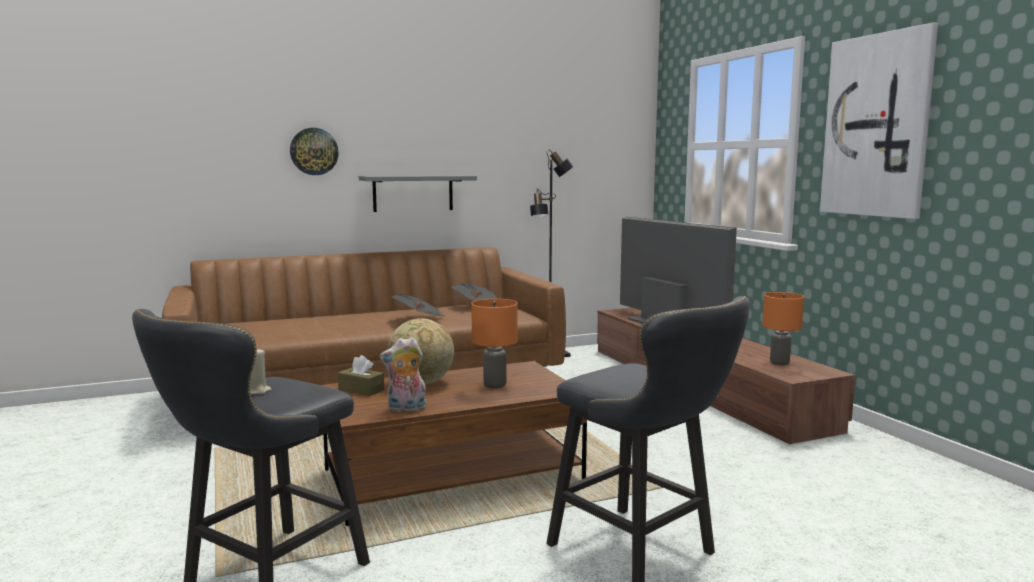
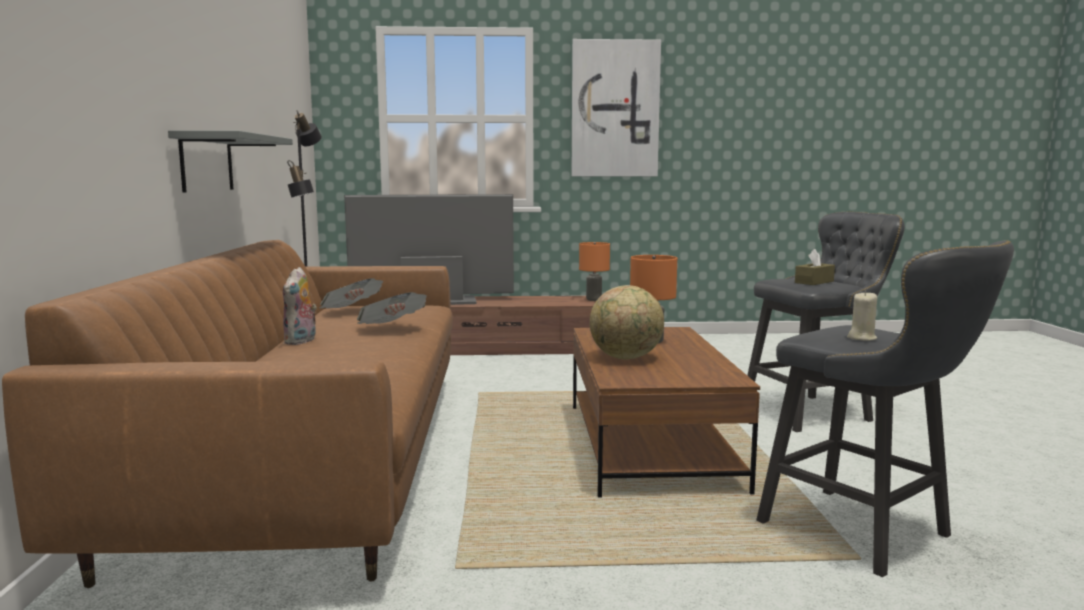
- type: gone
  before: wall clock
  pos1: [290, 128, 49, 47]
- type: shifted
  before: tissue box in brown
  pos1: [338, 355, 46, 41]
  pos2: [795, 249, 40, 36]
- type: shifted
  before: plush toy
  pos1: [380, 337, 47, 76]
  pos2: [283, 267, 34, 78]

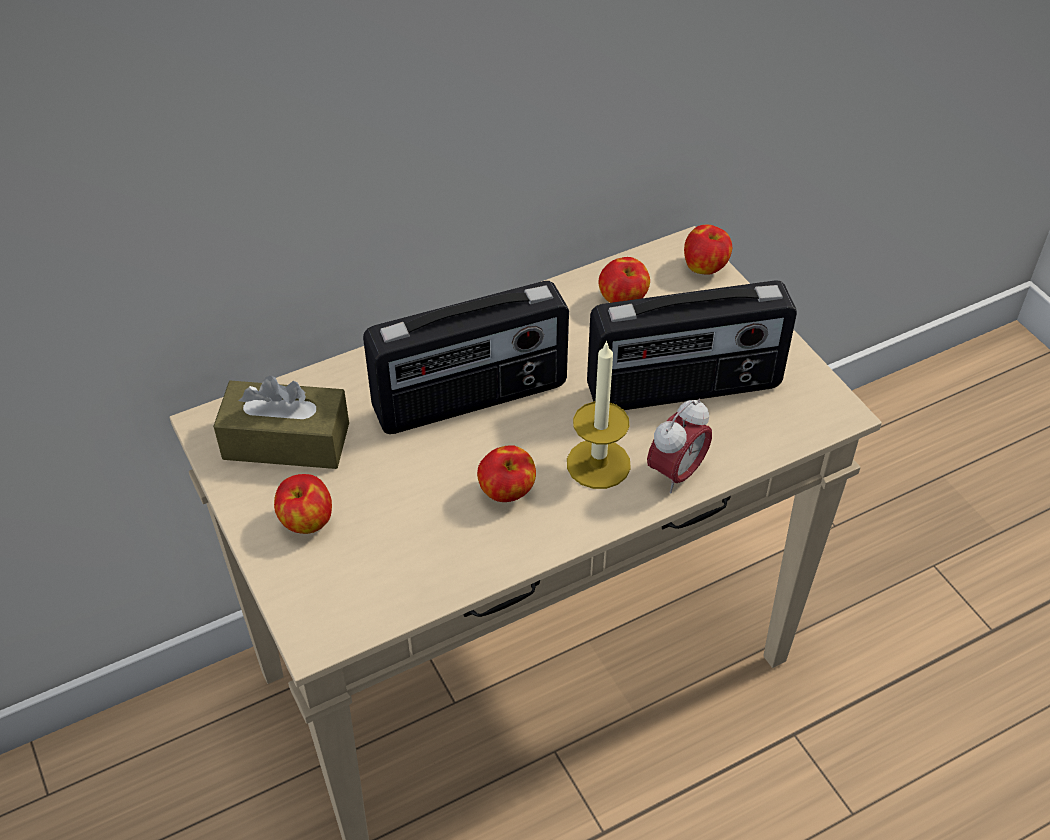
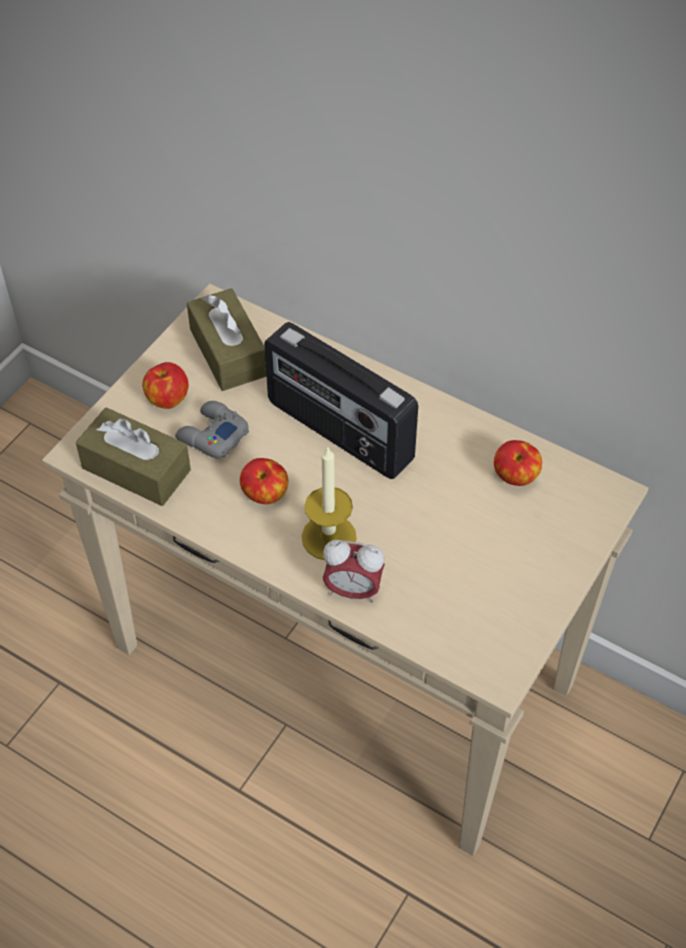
- type: gone
  before: radio
  pos1: [587, 280, 210, 130]
- type: gone
  before: apple
  pos1: [684, 225, 48, 50]
- type: new
  after: tissue box in brown
  pos2: [76, 407, 115, 99]
- type: new
  after: game controller in grey
  pos2: [175, 401, 74, 57]

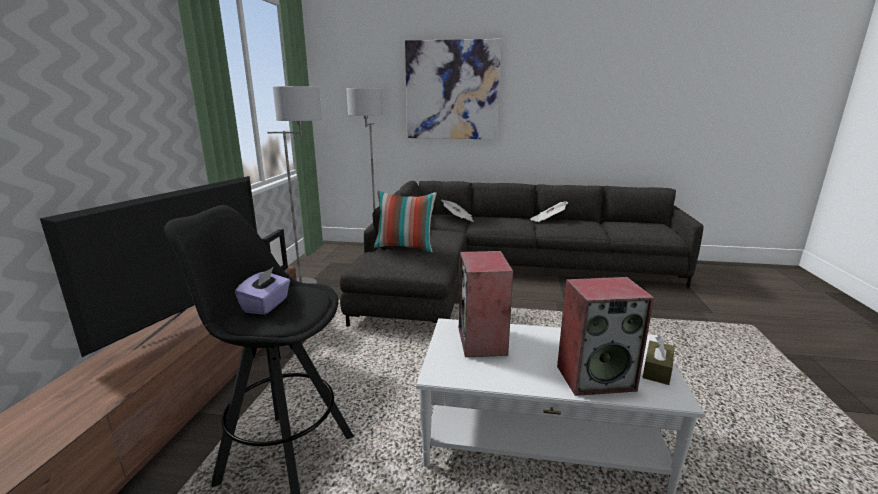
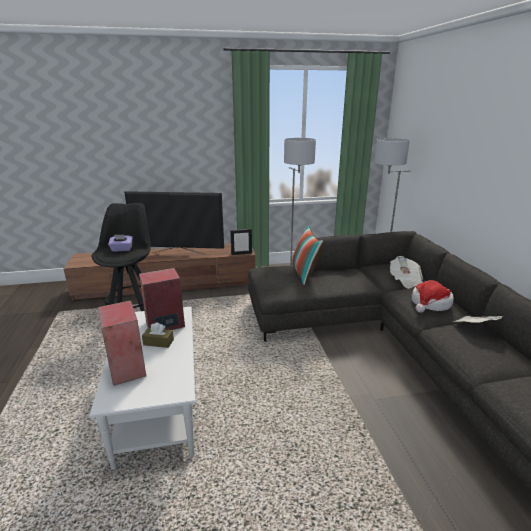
- type: gone
  before: picture
  pos1: [405, 39, 96, 101]
- type: new
  after: hat
  pos2: [412, 280, 42, 33]
- type: shifted
  before: tissue box in brown
  pos1: [642, 336, 32, 49]
  pos2: [142, 323, 32, 25]

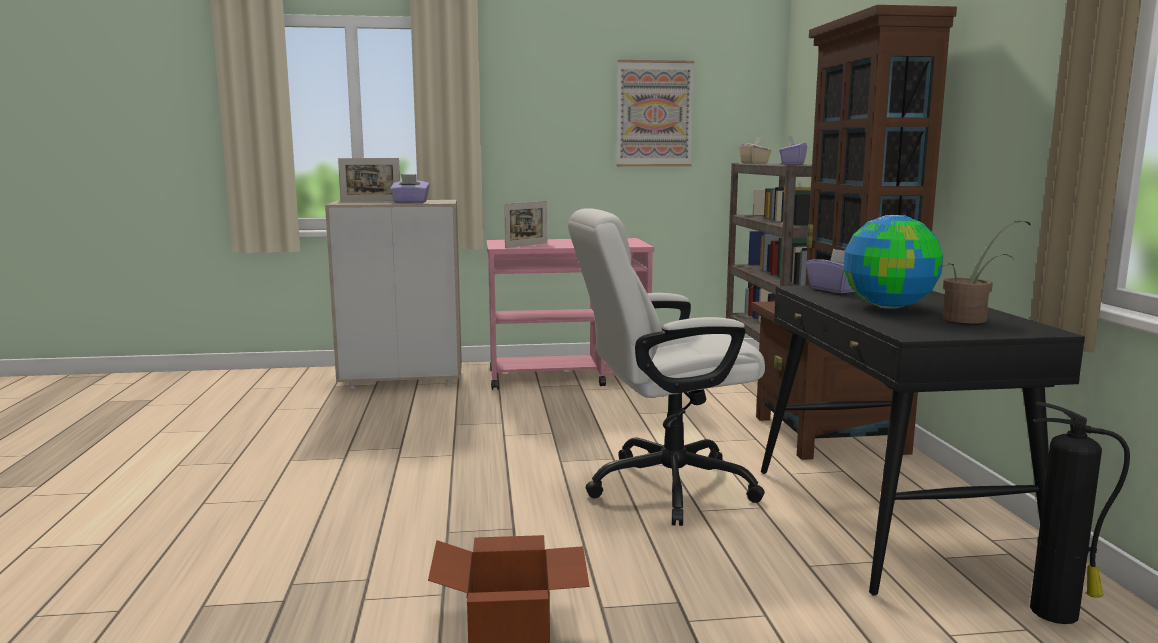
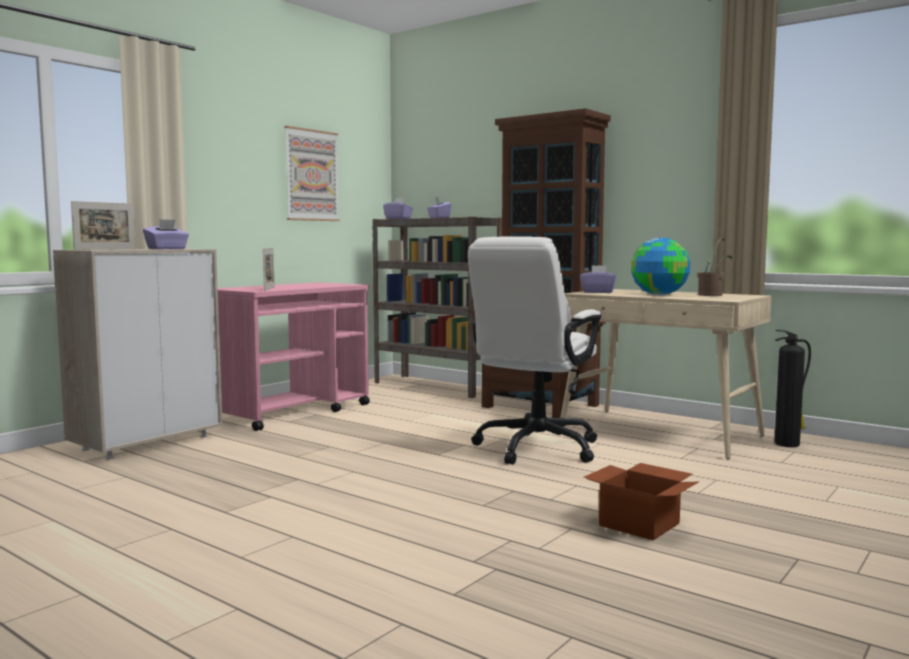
- type: repainted
  before: tissue box in beige
  after: tissue box in purple
  pos1: [739, 137, 33, 27]
  pos2: [383, 198, 30, 21]
- type: repainted
  before: desk in black
  after: desk in beige
  pos1: [761, 286, 324, 310]
  pos2: [560, 289, 212, 171]

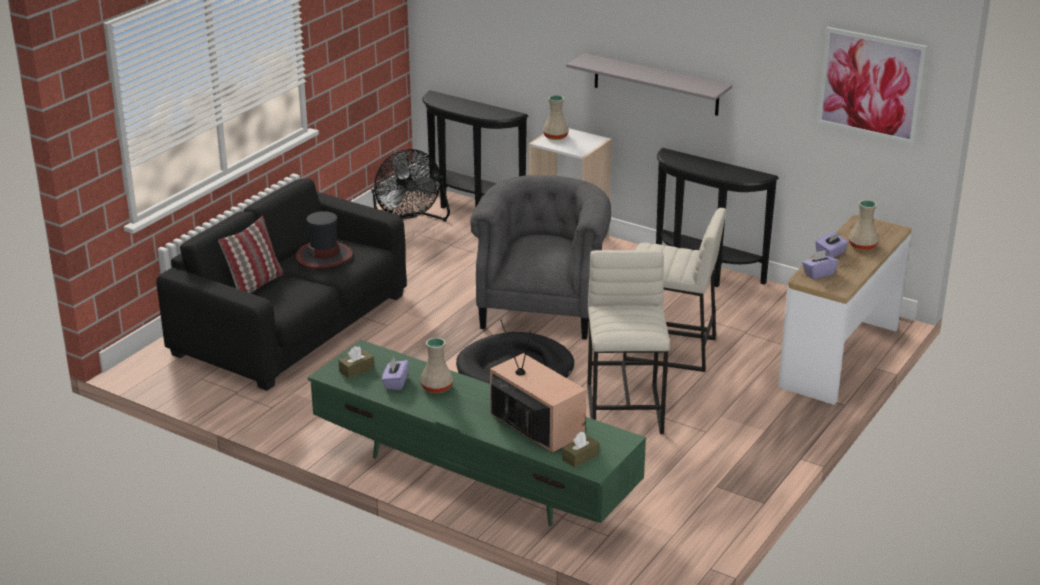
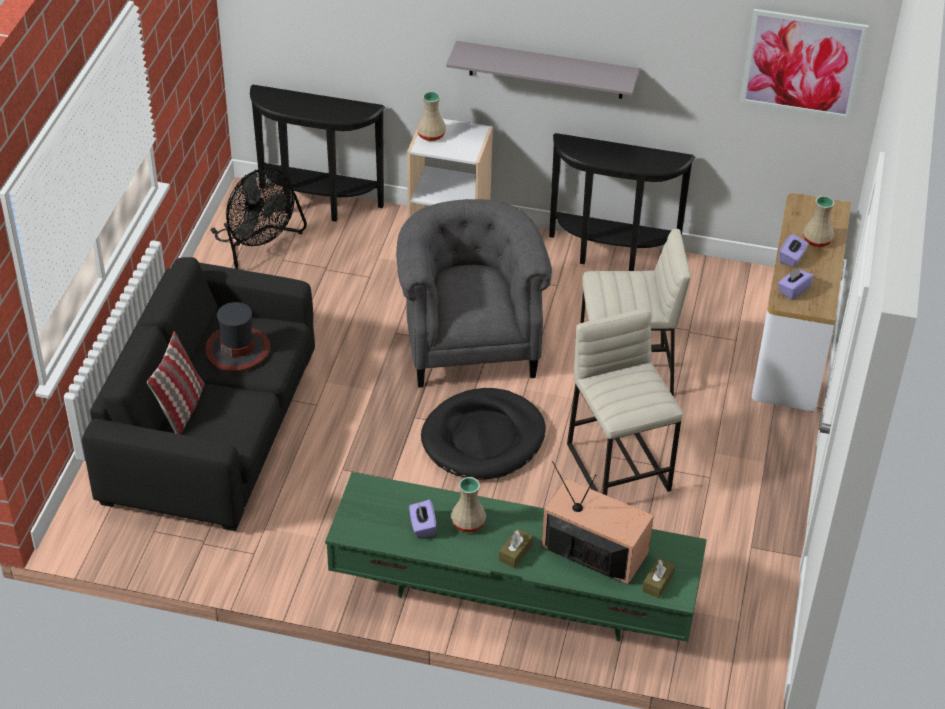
- type: shifted
  before: tissue box in brown
  pos1: [339, 346, 35, 33]
  pos2: [499, 529, 34, 39]

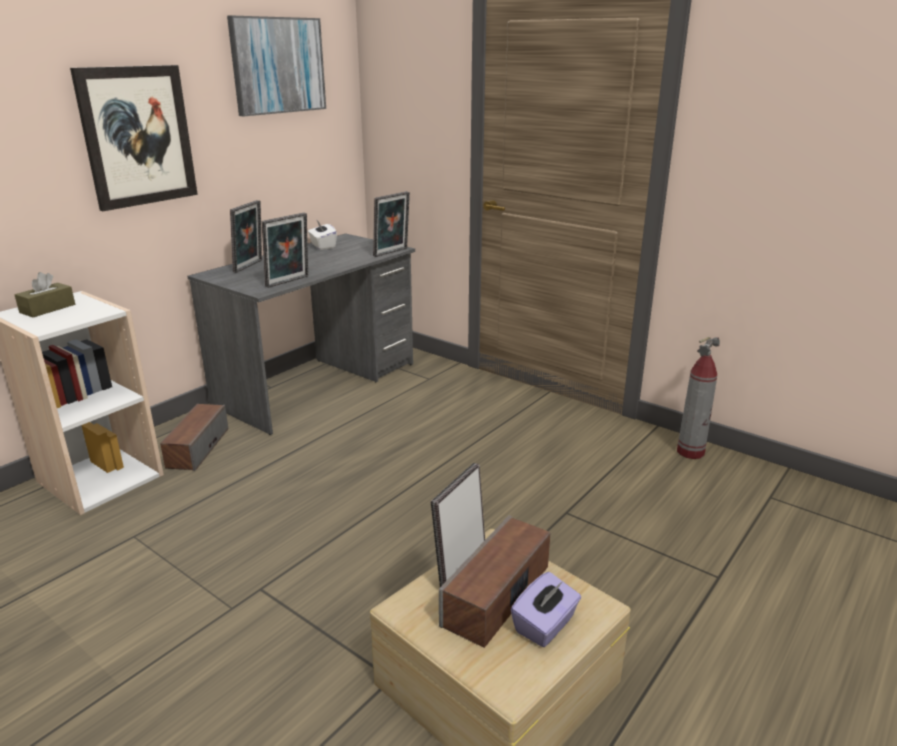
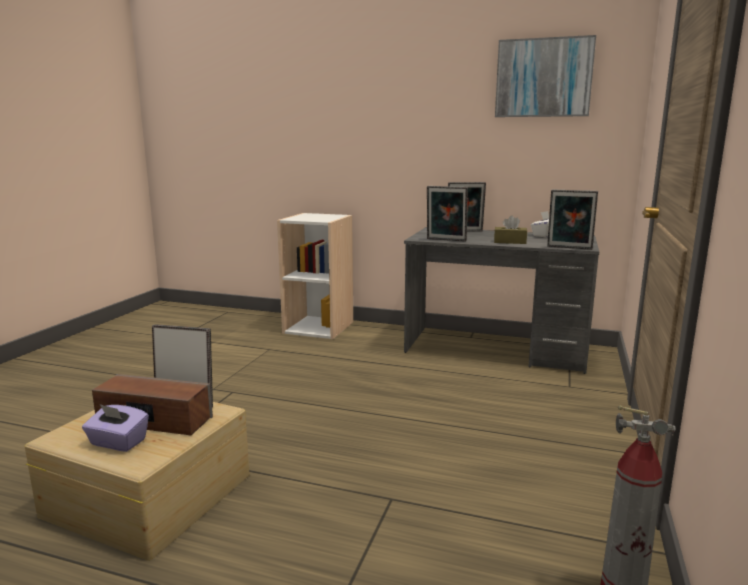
- type: gone
  before: picture
  pos1: [70, 65, 128, 146]
- type: gone
  before: speaker
  pos1: [160, 404, 68, 67]
- type: shifted
  before: tissue box in brown
  pos1: [15, 272, 60, 45]
  pos2: [494, 215, 33, 29]

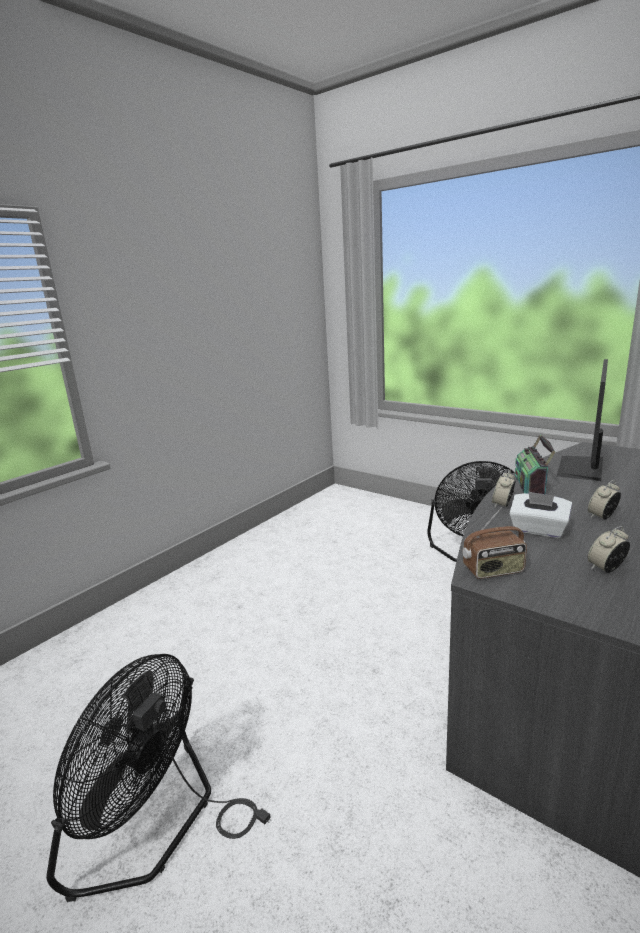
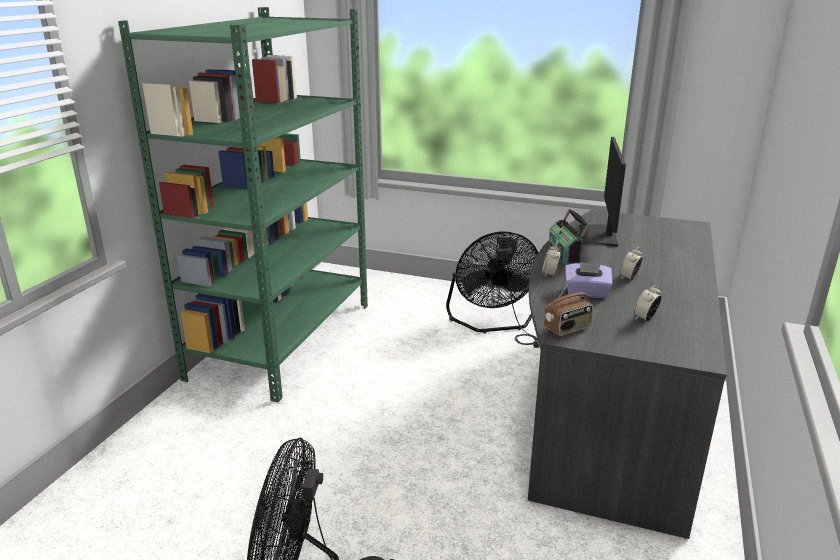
- type: new
  after: bookcase in green
  pos2: [118, 7, 250, 395]
- type: repainted
  before: tissue box in white
  after: tissue box in purple
  pos1: [509, 491, 63, 47]
  pos2: [565, 262, 48, 36]

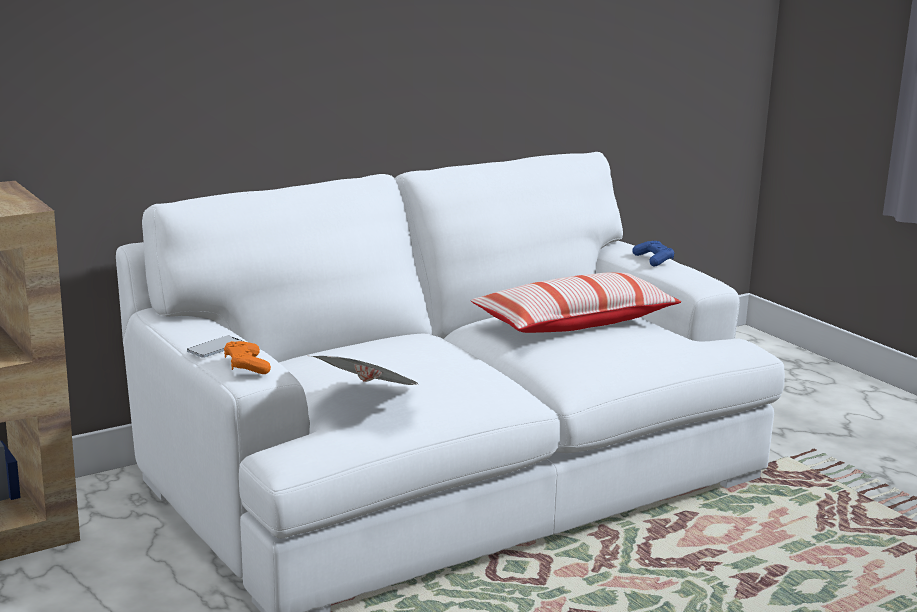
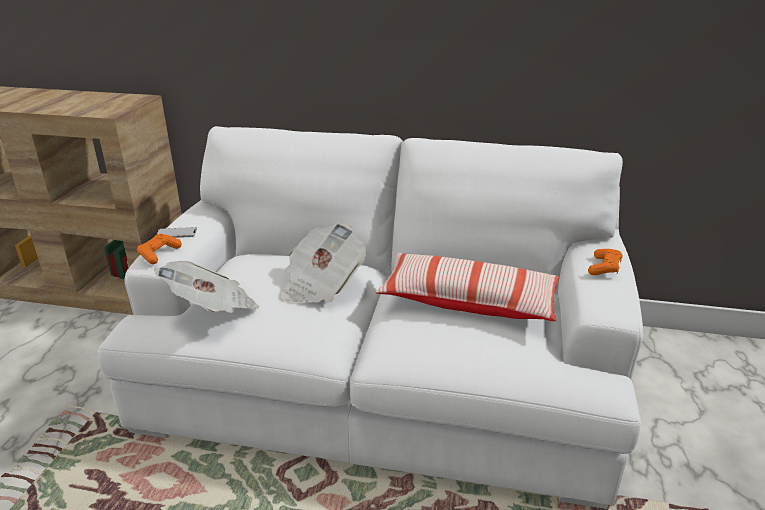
- type: new
  after: newspaper
  pos2: [282, 223, 84, 80]
- type: repainted
  before: game controller in blue
  after: game controller in orange
  pos1: [632, 241, 43, 25]
  pos2: [588, 249, 35, 26]

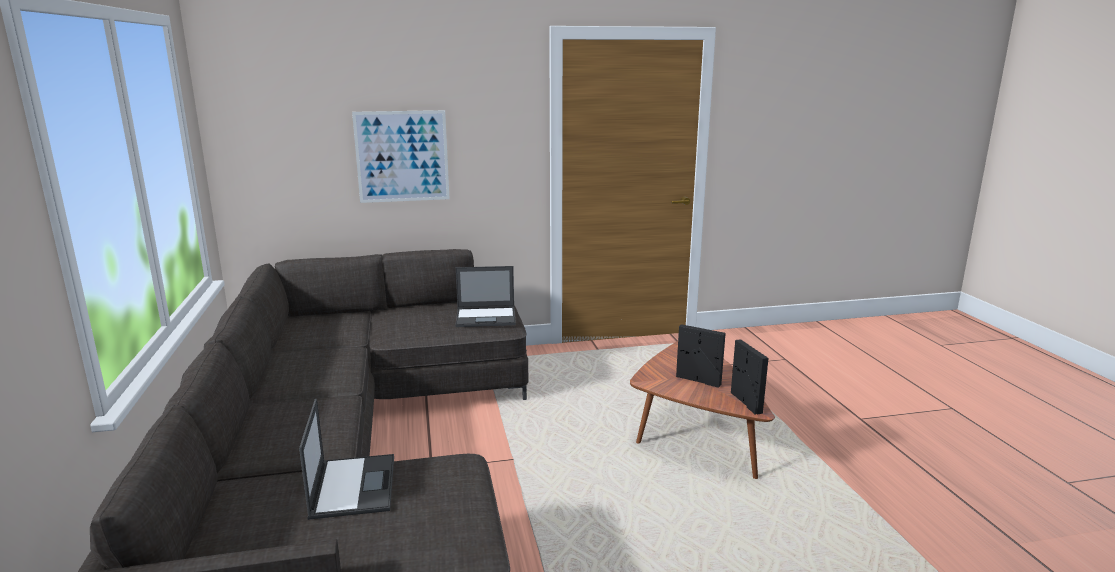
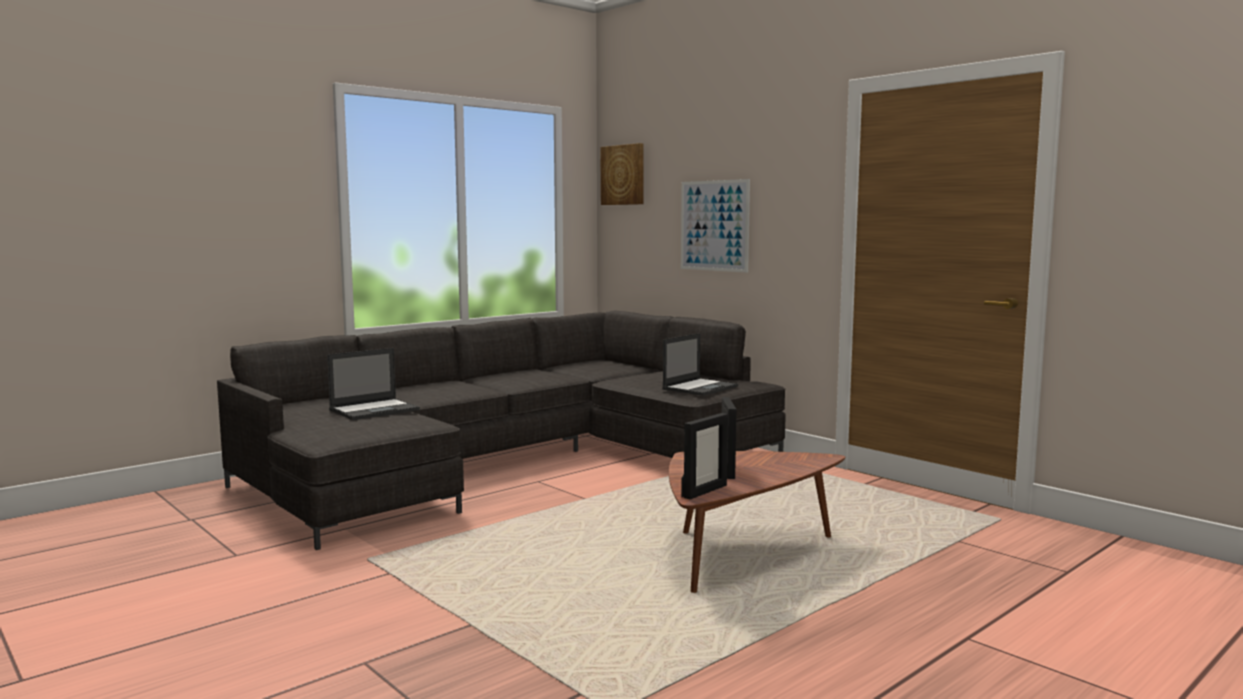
- type: new
  after: picture
  pos2: [600, 143, 44, 62]
- type: rotated
  before: laptop
  pos1: [455, 266, 61, 61]
  pos2: [662, 333, 76, 63]
  turn: -105

